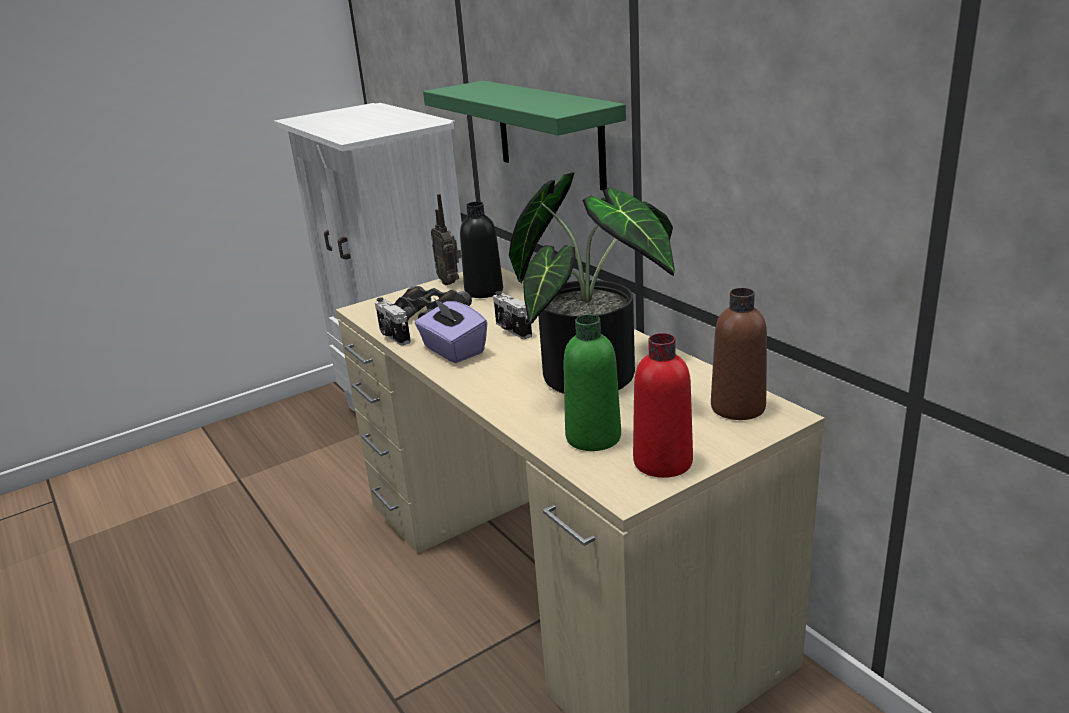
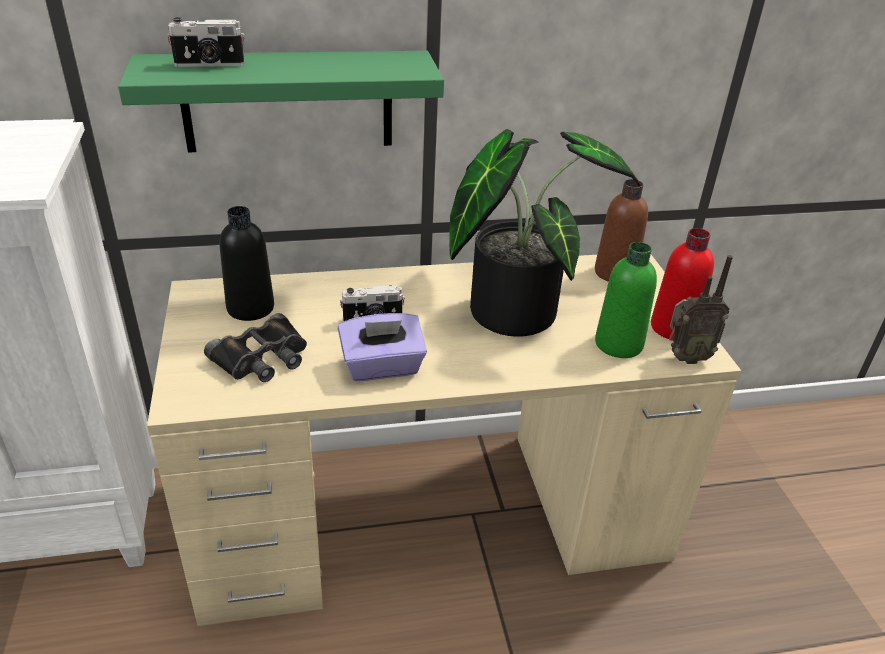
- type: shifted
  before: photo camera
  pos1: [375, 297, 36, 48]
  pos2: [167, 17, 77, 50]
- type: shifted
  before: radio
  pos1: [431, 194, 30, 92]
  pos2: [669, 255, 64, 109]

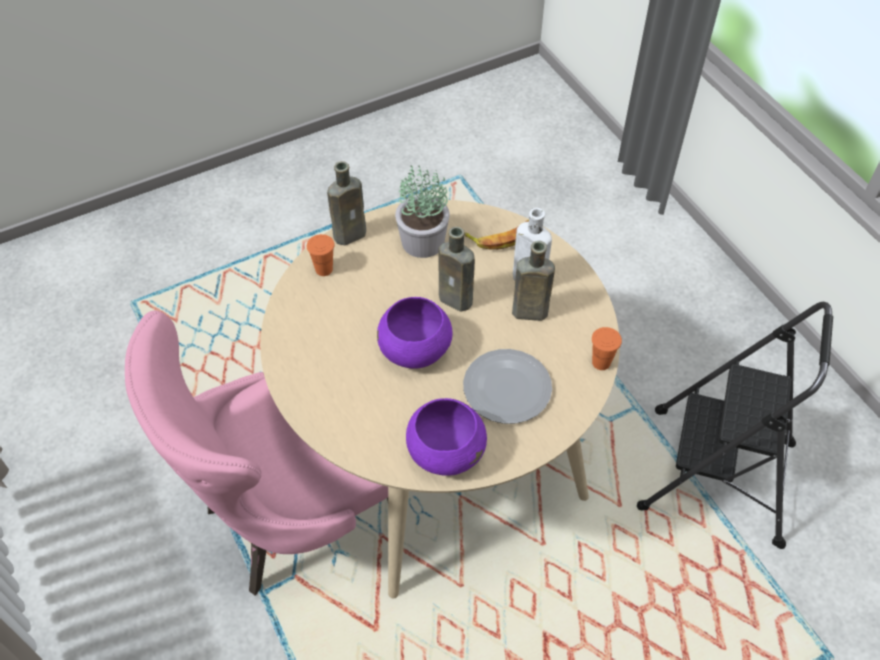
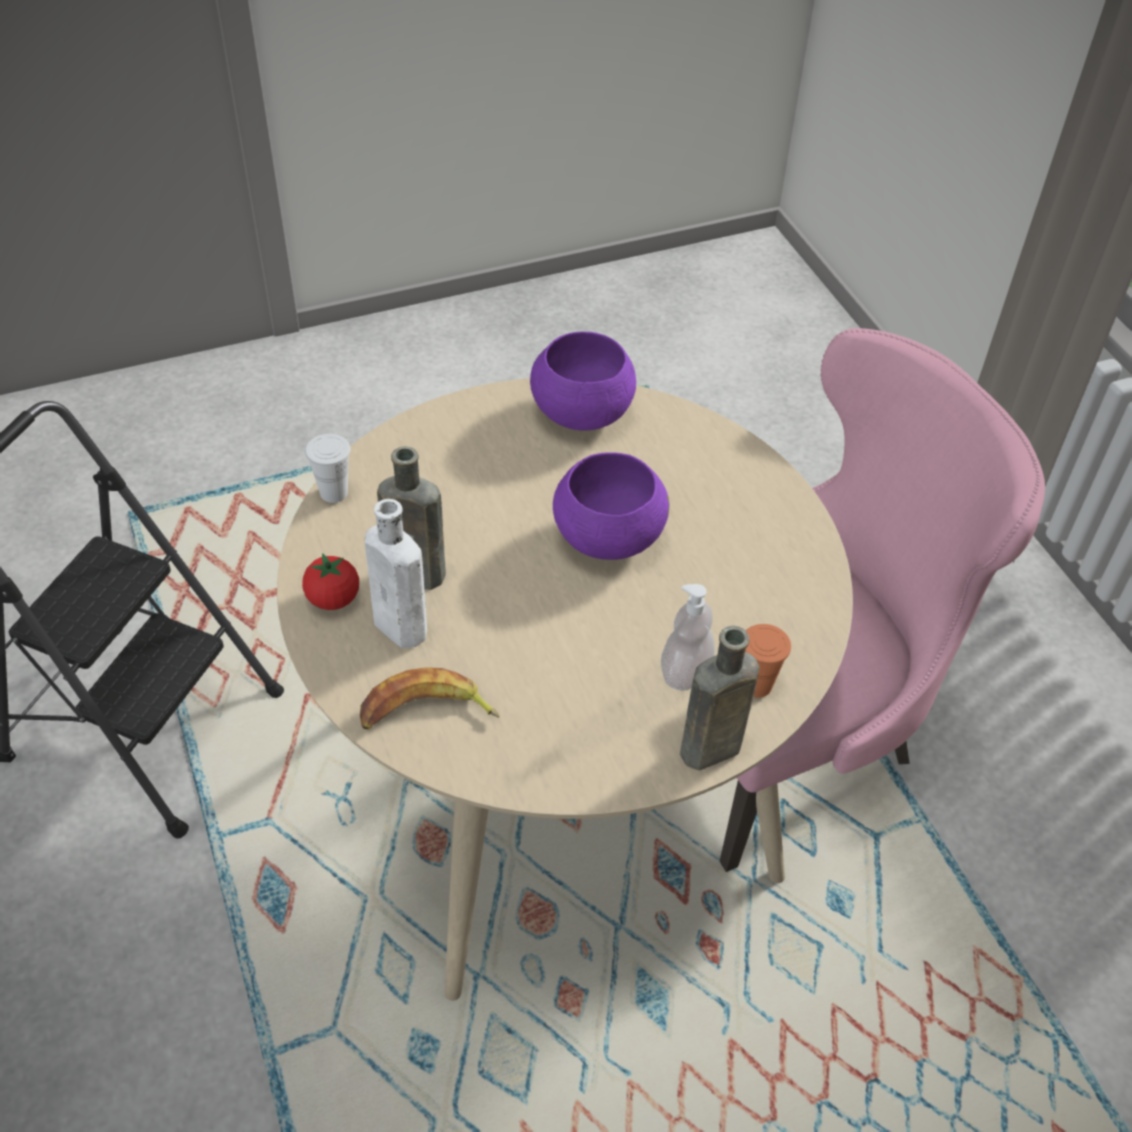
- type: gone
  before: potted plant
  pos1: [395, 165, 55, 93]
- type: gone
  before: bottle in brown
  pos1: [439, 226, 36, 86]
- type: gone
  before: plate
  pos1: [463, 349, 89, 75]
- type: new
  after: tomato
  pos2: [302, 553, 57, 57]
- type: new
  after: soap dispenser
  pos2: [661, 584, 54, 107]
- type: repainted
  before: cup in orange
  after: cup in white
  pos1: [592, 327, 30, 43]
  pos2: [305, 434, 45, 69]

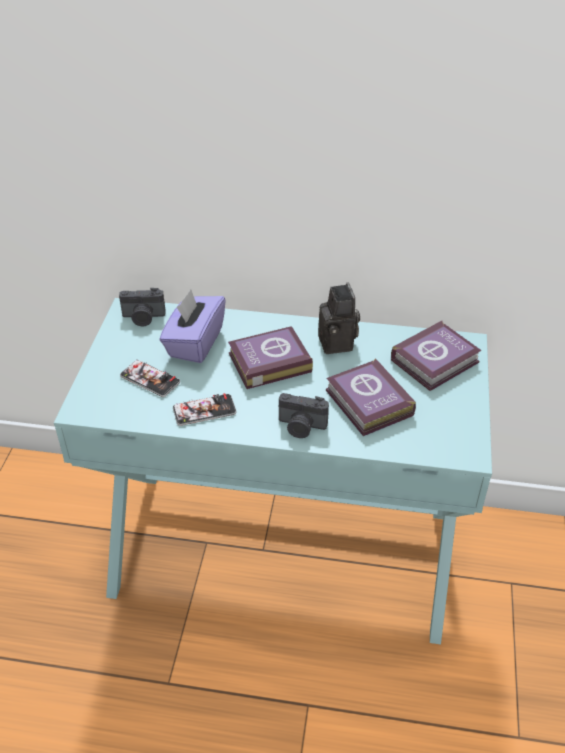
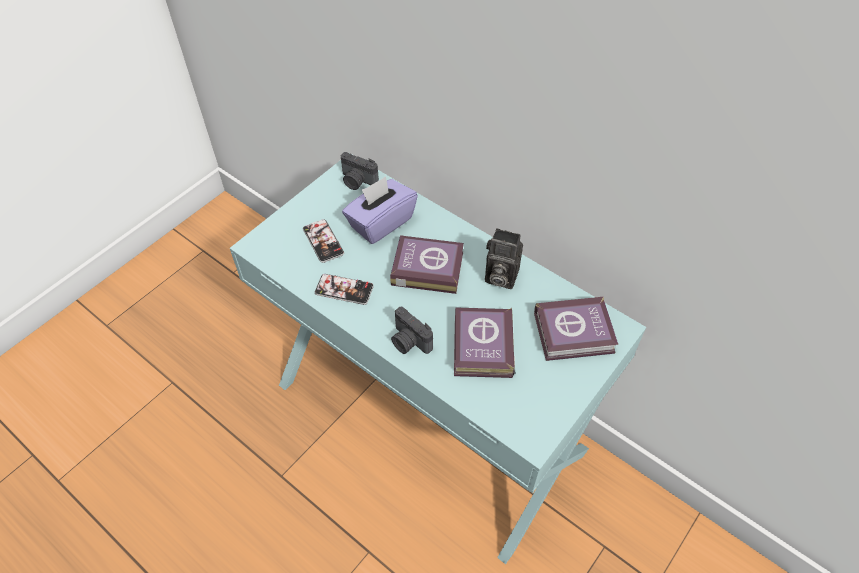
- type: rotated
  before: photo camera
  pos1: [318, 282, 42, 72]
  pos2: [485, 228, 38, 61]
  turn: 90

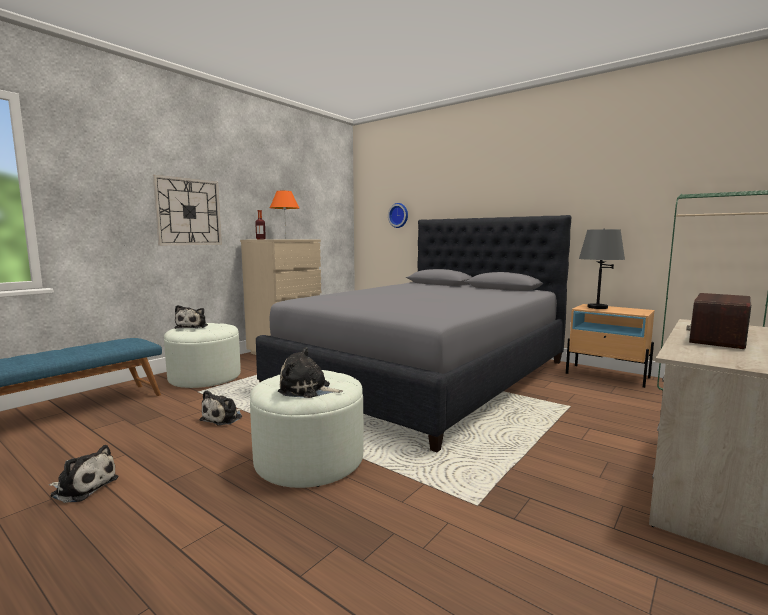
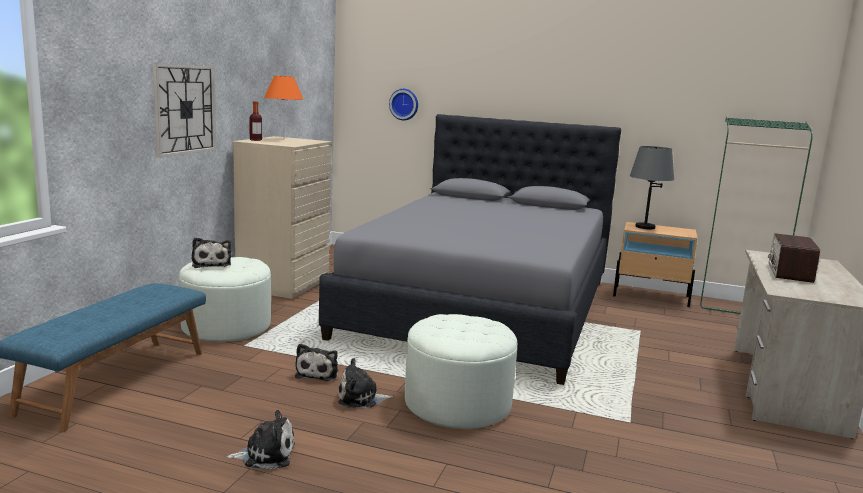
- type: shifted
  before: plush toy
  pos1: [278, 347, 65, 51]
  pos2: [338, 358, 56, 50]

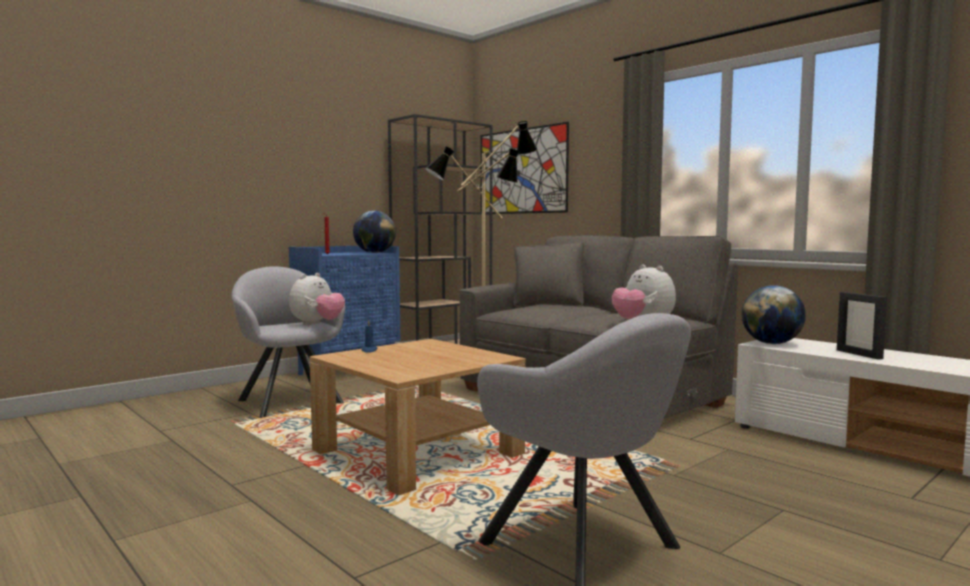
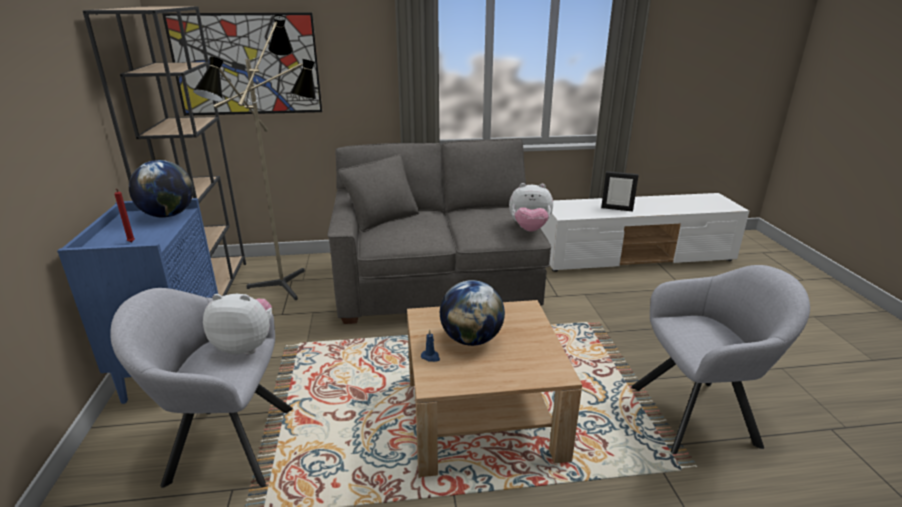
- type: shifted
  before: globe
  pos1: [742, 285, 64, 59]
  pos2: [440, 280, 65, 66]
- type: rotated
  before: plush toy
  pos1: [289, 273, 56, 52]
  pos2: [203, 294, 69, 61]
  turn: -60

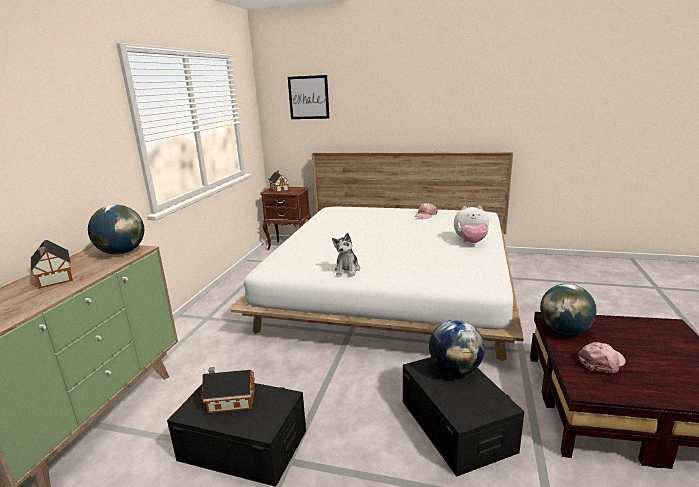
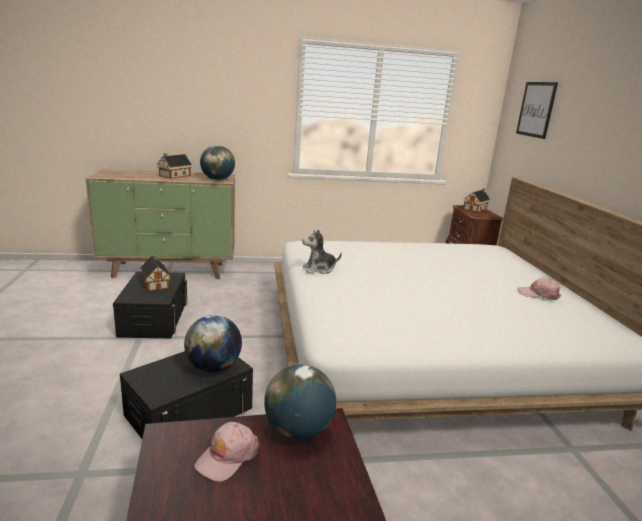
- type: gone
  before: plush toy
  pos1: [454, 206, 35, 37]
- type: rotated
  before: cap in pink
  pos1: [579, 342, 47, 31]
  pos2: [194, 422, 65, 59]
  turn: 90

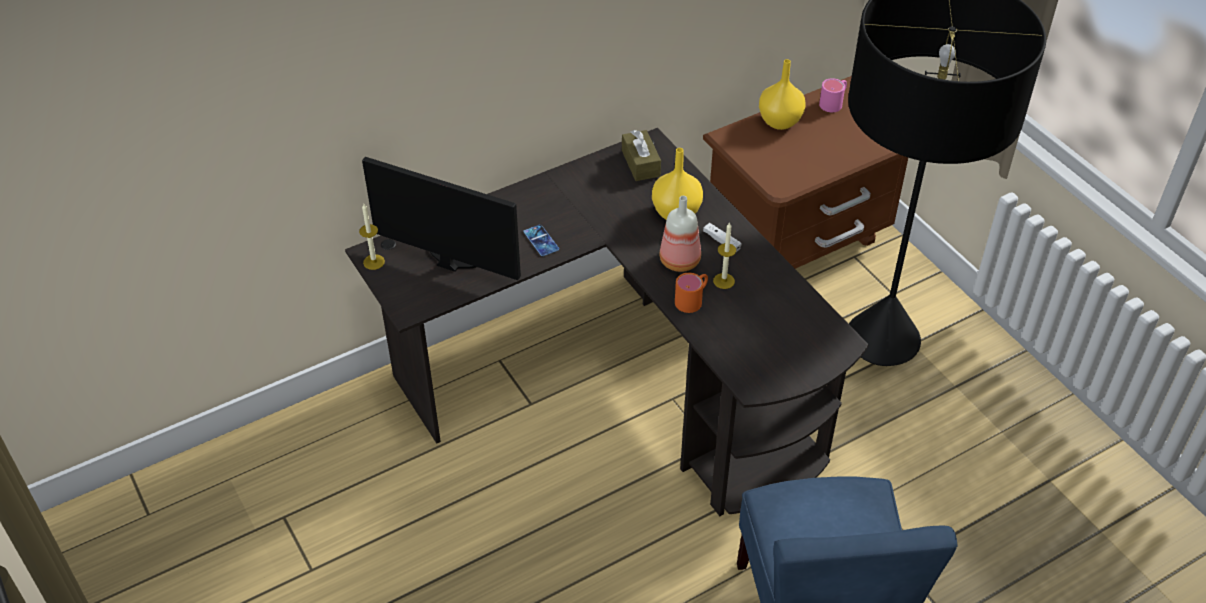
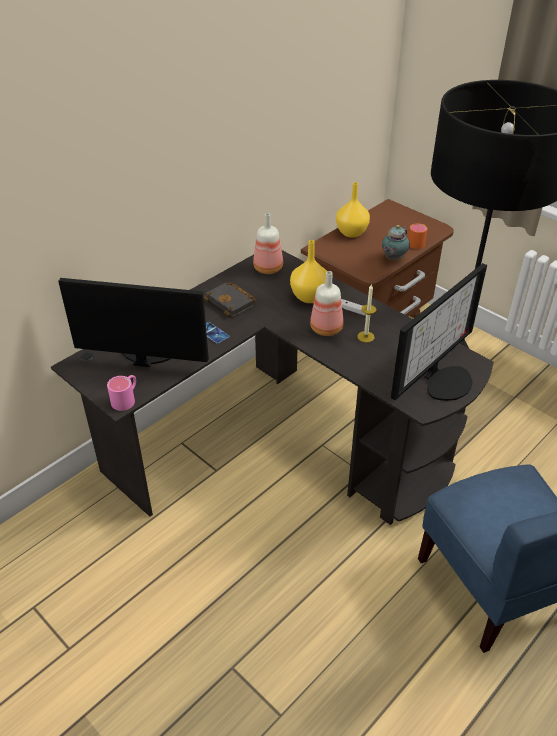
- type: gone
  before: candle
  pos1: [359, 204, 26, 66]
- type: new
  after: book in black
  pos2: [204, 282, 52, 35]
- type: new
  after: teapot
  pos2: [382, 225, 28, 35]
- type: new
  after: monitor
  pos2: [391, 263, 96, 138]
- type: shifted
  before: mug in orange
  pos1: [675, 273, 33, 40]
  pos2: [408, 223, 19, 26]
- type: shifted
  before: mug in pink
  pos1: [819, 78, 28, 34]
  pos2: [107, 375, 29, 36]
- type: swapped
  before: tissue box in brown
  after: bottle
  pos1: [622, 130, 39, 51]
  pos2: [253, 213, 30, 61]

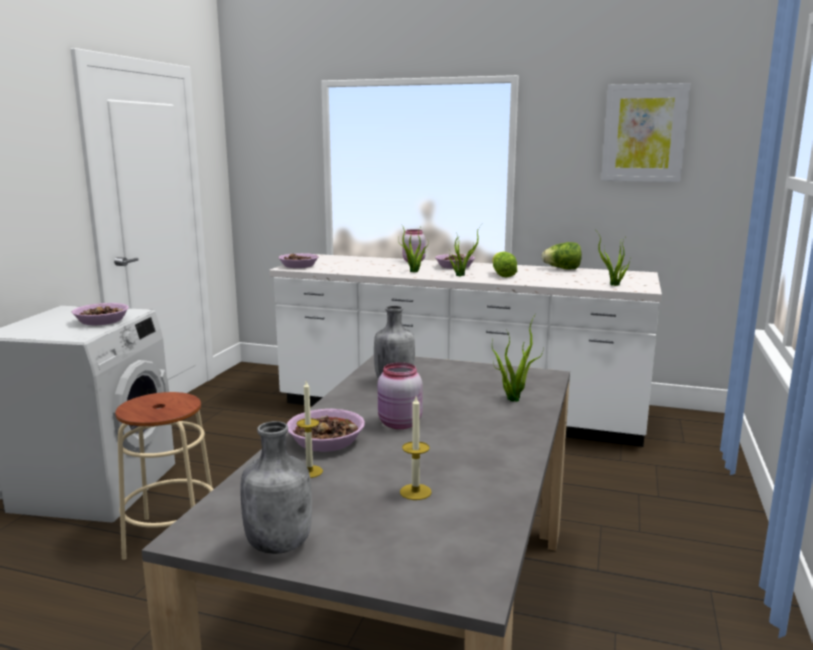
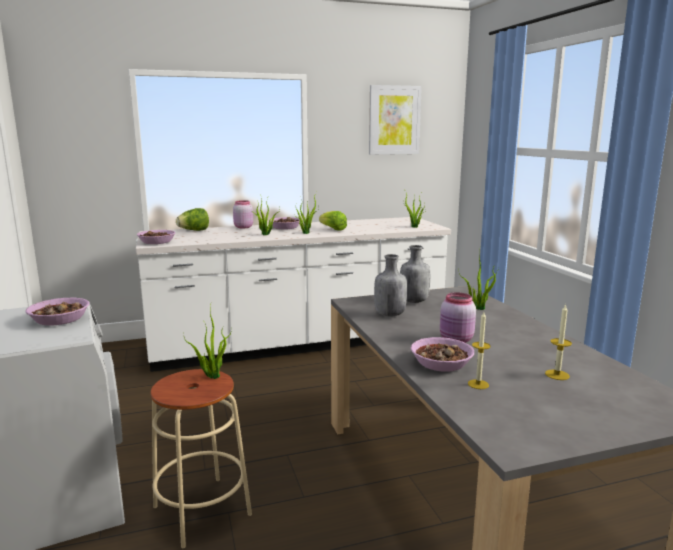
- type: new
  after: potted plant
  pos2: [183, 305, 49, 74]
- type: shifted
  before: bottle in grey
  pos1: [240, 421, 72, 133]
  pos2: [400, 245, 30, 58]
- type: shifted
  before: lettuce
  pos1: [542, 242, 40, 27]
  pos2: [176, 208, 33, 23]

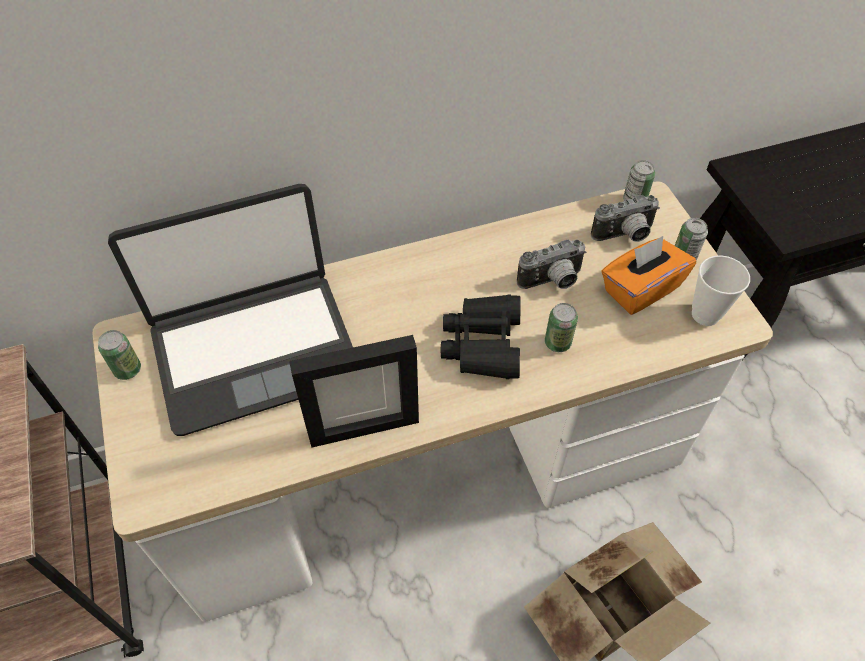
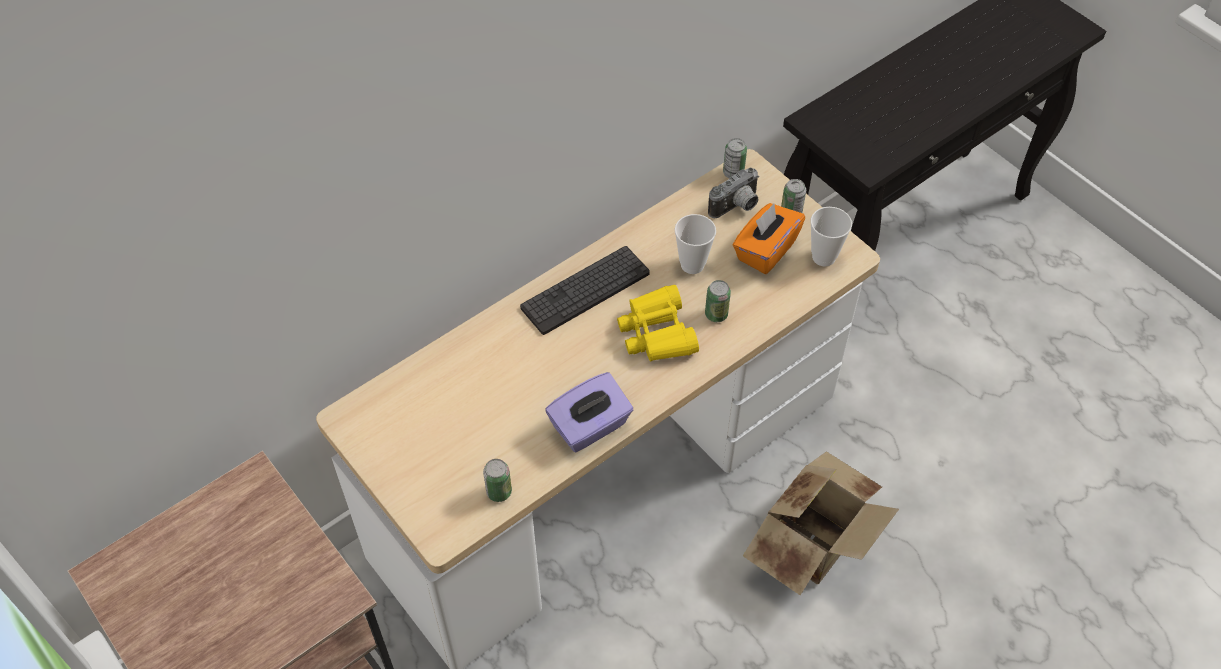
- type: gone
  before: laptop
  pos1: [108, 184, 245, 252]
- type: new
  after: keyboard
  pos2: [520, 246, 130, 89]
- type: shifted
  before: can
  pos1: [98, 330, 43, 50]
  pos2: [483, 459, 29, 43]
- type: swapped
  before: picture frame
  after: tissue box in purple
  pos1: [289, 335, 130, 113]
  pos2: [545, 372, 88, 80]
- type: swapped
  before: photo camera
  after: cup
  pos1: [517, 239, 70, 50]
  pos2: [675, 214, 41, 60]
- type: repainted
  before: binoculars in black
  after: binoculars in yellow
  pos1: [441, 294, 80, 85]
  pos2: [617, 285, 82, 77]

